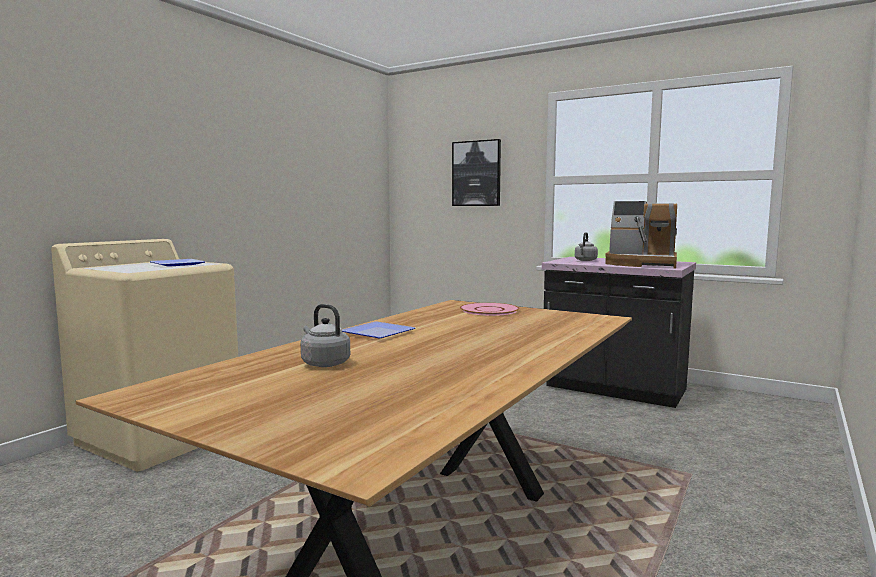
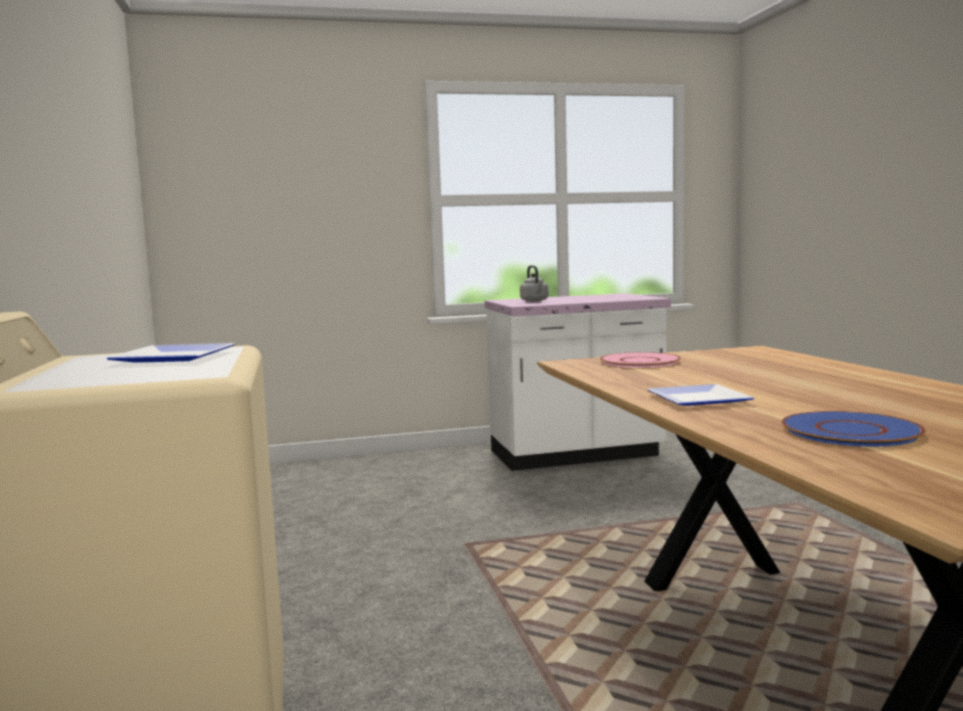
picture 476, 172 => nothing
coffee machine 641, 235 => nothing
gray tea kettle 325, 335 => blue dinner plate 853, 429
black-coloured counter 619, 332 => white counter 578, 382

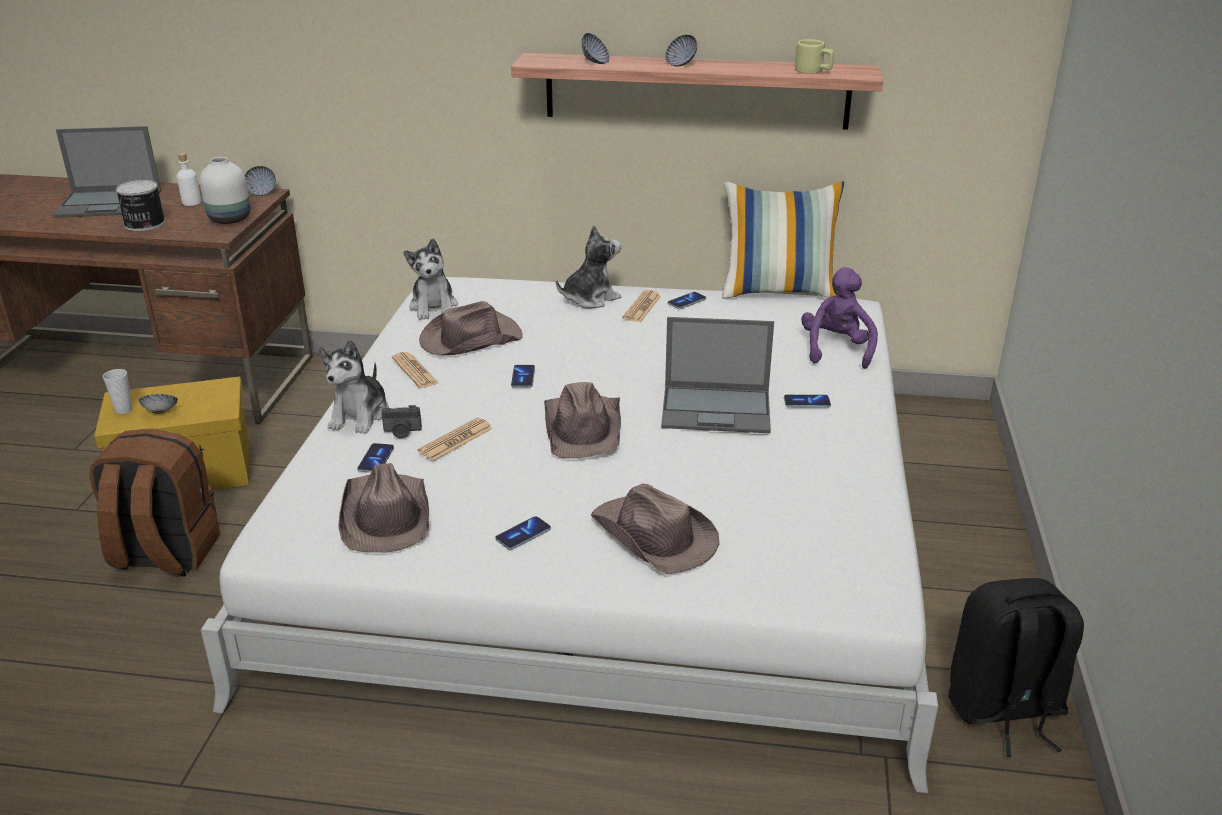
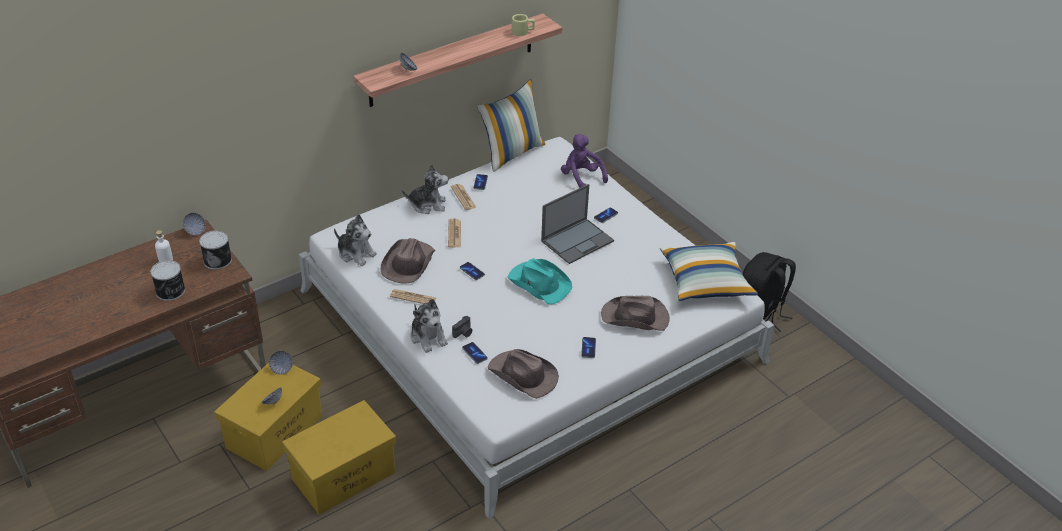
portable computer 107, 172 => nothing
drinking cup 117, 391 => nothing
nothing => pillow 709, 271
newspaper 455, 439 => newspaper 454, 233, moved
bowl 681, 50 => bowl 281, 363, moved
brown-coloured backpack 154, 502 => yellowish storage bin 339, 457
white flower vase 225, 190 => metal can 215, 250
brown-coloured hat 582, 420 => turquoise hat 539, 281
cuddly toy 588, 267 => cuddly toy 425, 189, 75 degrees clockwise

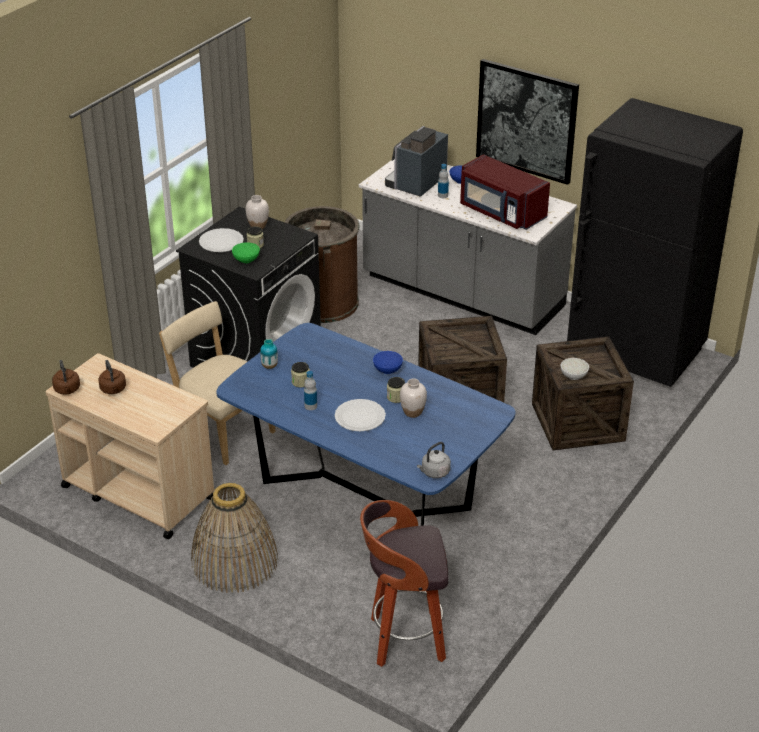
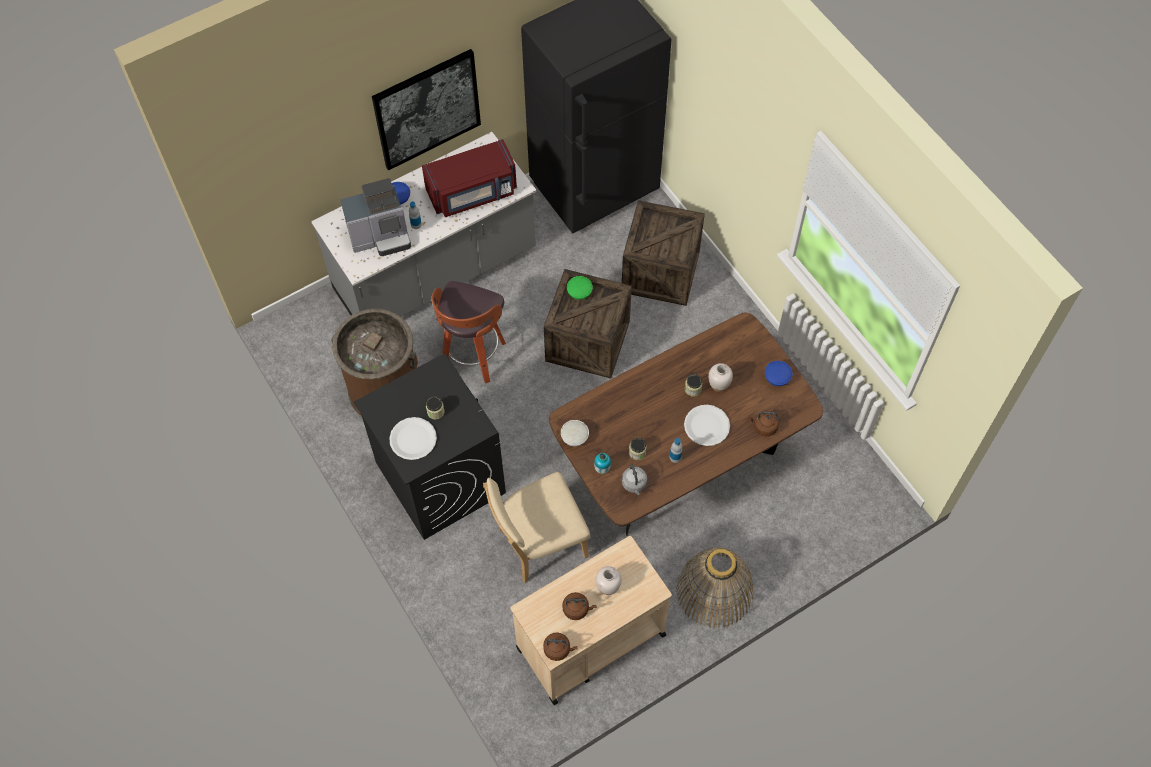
nothing => brown-coloured tea kettle 763, 423
green bowl 246, 252 => green bowl 580, 288, moved
white flower vase 257, 212 => white flower vase 609, 580, moved
sitting stool 404, 583 => sitting stool 468, 332, moved
blue bowl 388, 362 => blue bowl 779, 373, moved
gray tea kettle 434, 460 => gray tea kettle 634, 479, moved
white bowl 575, 369 => white bowl 575, 433, moved
blue dinner table 365, 424 => brown-coloured dinner table 686, 424
coffee machine 416, 161 => coffee machine 375, 217, 75 degrees counterclockwise

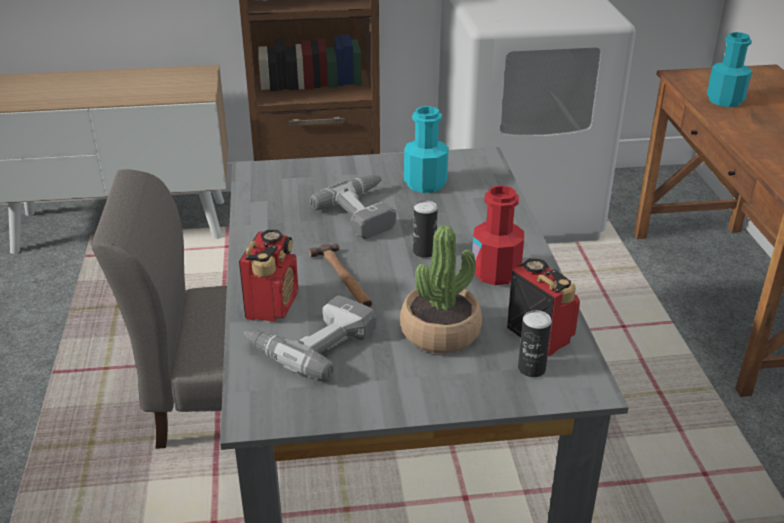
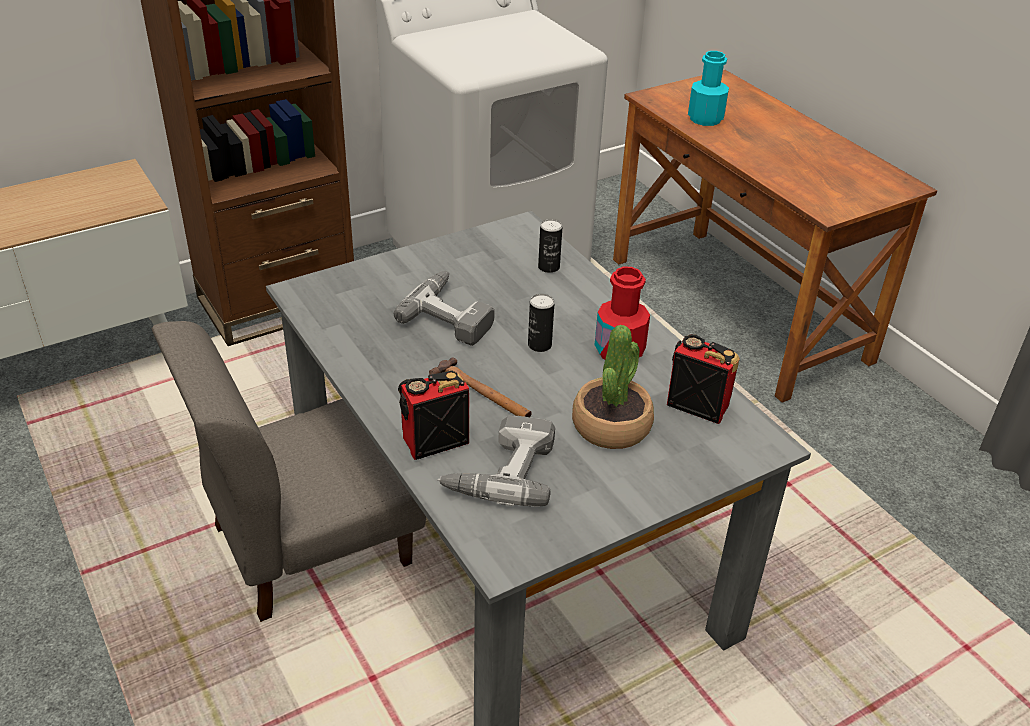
turquoise drink bottle 426, 149 => nothing
metal can 535, 343 => metal can 550, 246, moved
radio set 268, 276 => radio set 433, 415, 105 degrees counterclockwise

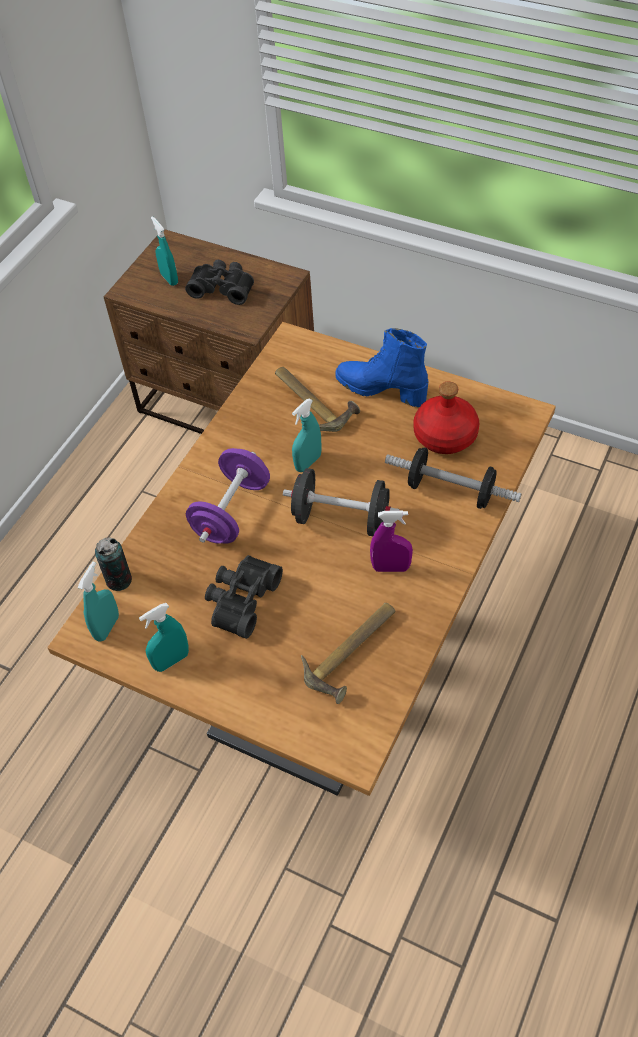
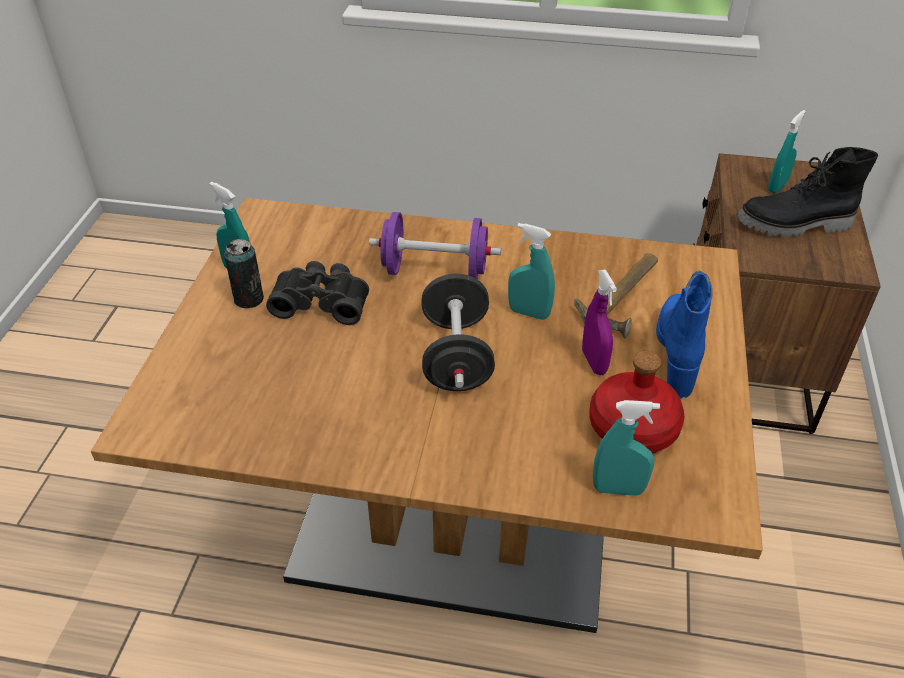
hand hammer 348, 653 => nothing
dumbbell 453, 478 => nothing
turquoise hand sprayer 98, 601 => turquoise hand sprayer 626, 448, moved
metal can 113, 564 => metal can 244, 273, moved
purple hand sprayer 391, 541 => purple hand sprayer 599, 322, moved
black-coloured binoculars 219, 282 => black-coloured high-top boot 807, 192

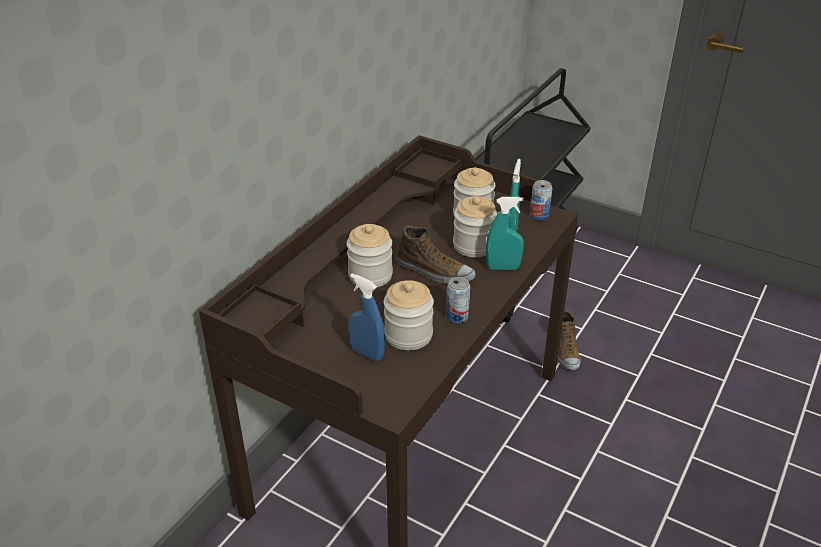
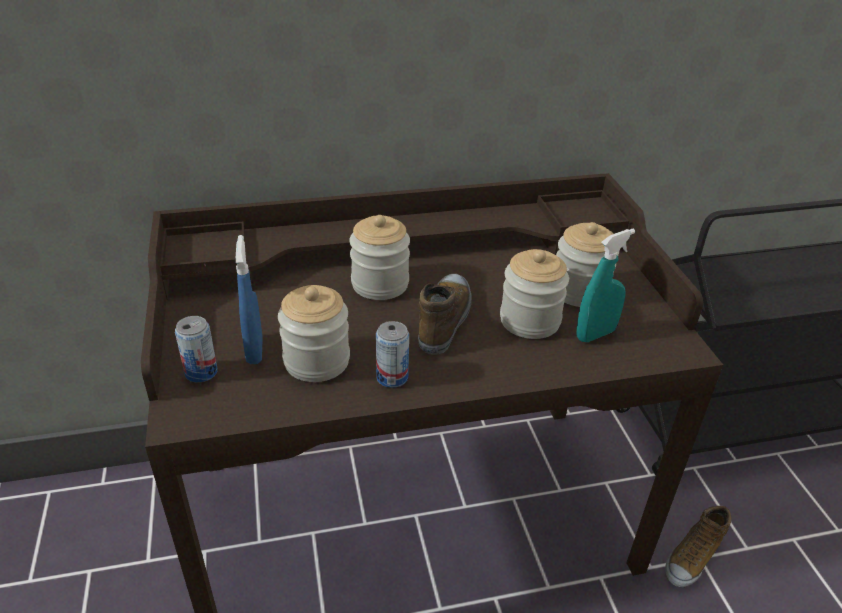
turquoise hand sprayer 505, 233 => nothing
metal can 541, 200 => metal can 196, 349, moved
shoe 436, 255 => shoe 444, 314, 150 degrees counterclockwise

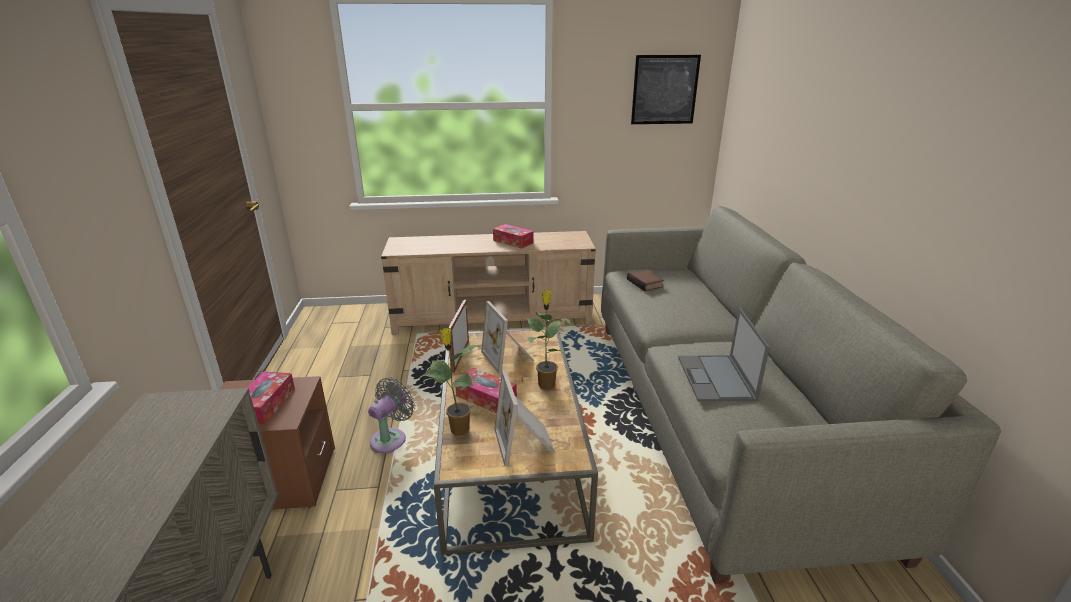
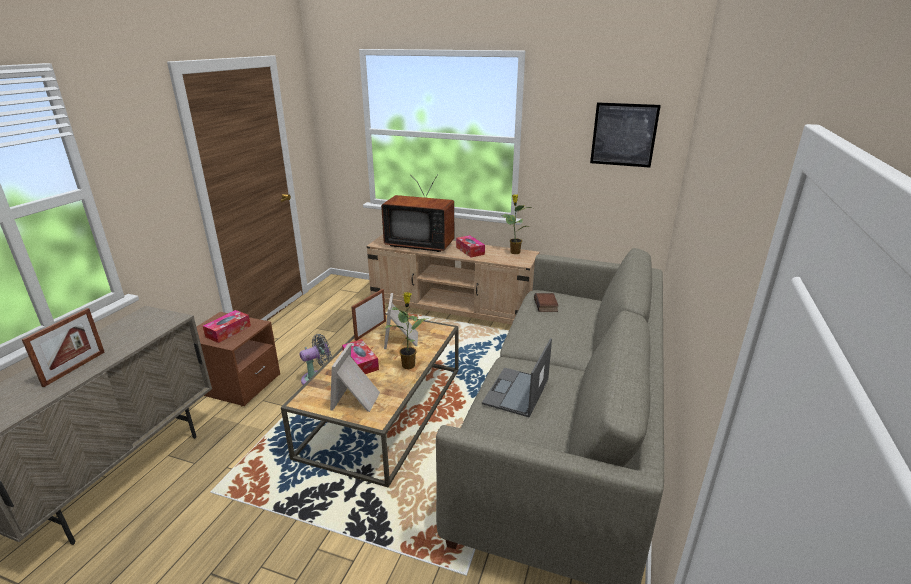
nothing => photo frame 63, 347
nothing => TV 417, 213
potted plant 452, 381 => potted plant 516, 224, moved

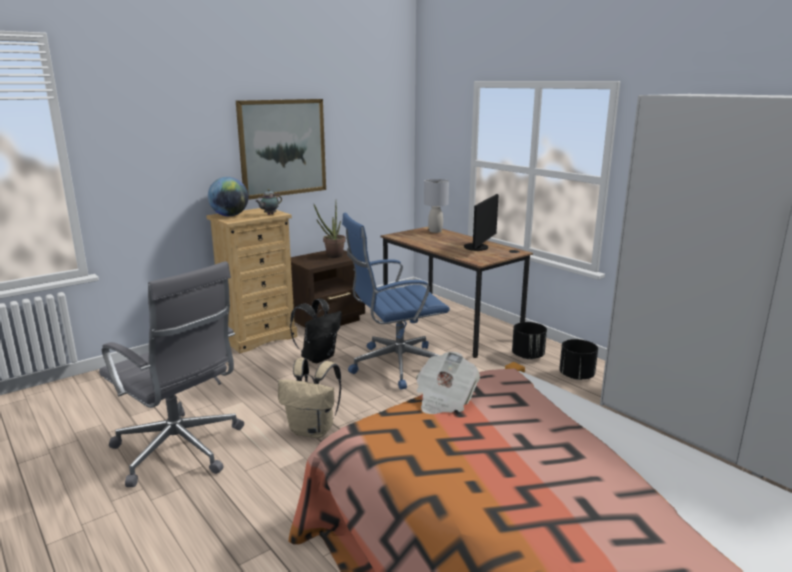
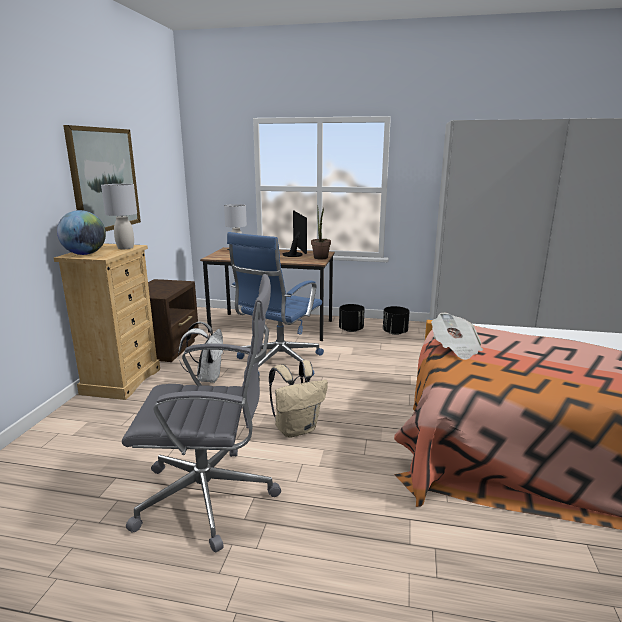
potted plant 330, 230 => potted plant 321, 232, moved
pot for tea 268, 202 => gray tabletop lamp 119, 216
black-coloured backpack 316, 330 => white backpack 200, 352

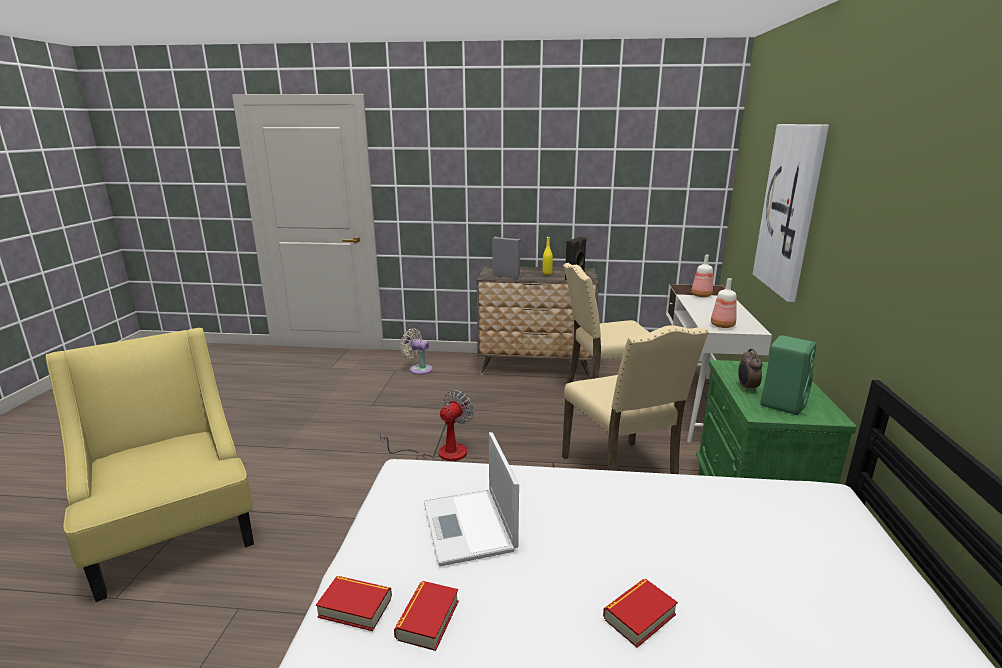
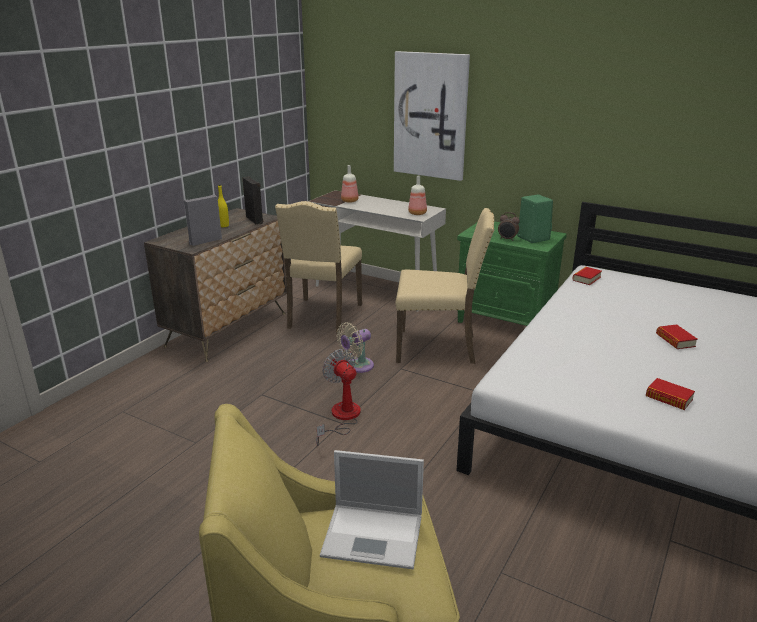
volume 354, 603 => volume 587, 276, moved
beige fan 416, 351 => beige fan 355, 347, moved
portable computer 471, 499 => portable computer 372, 509, moved

